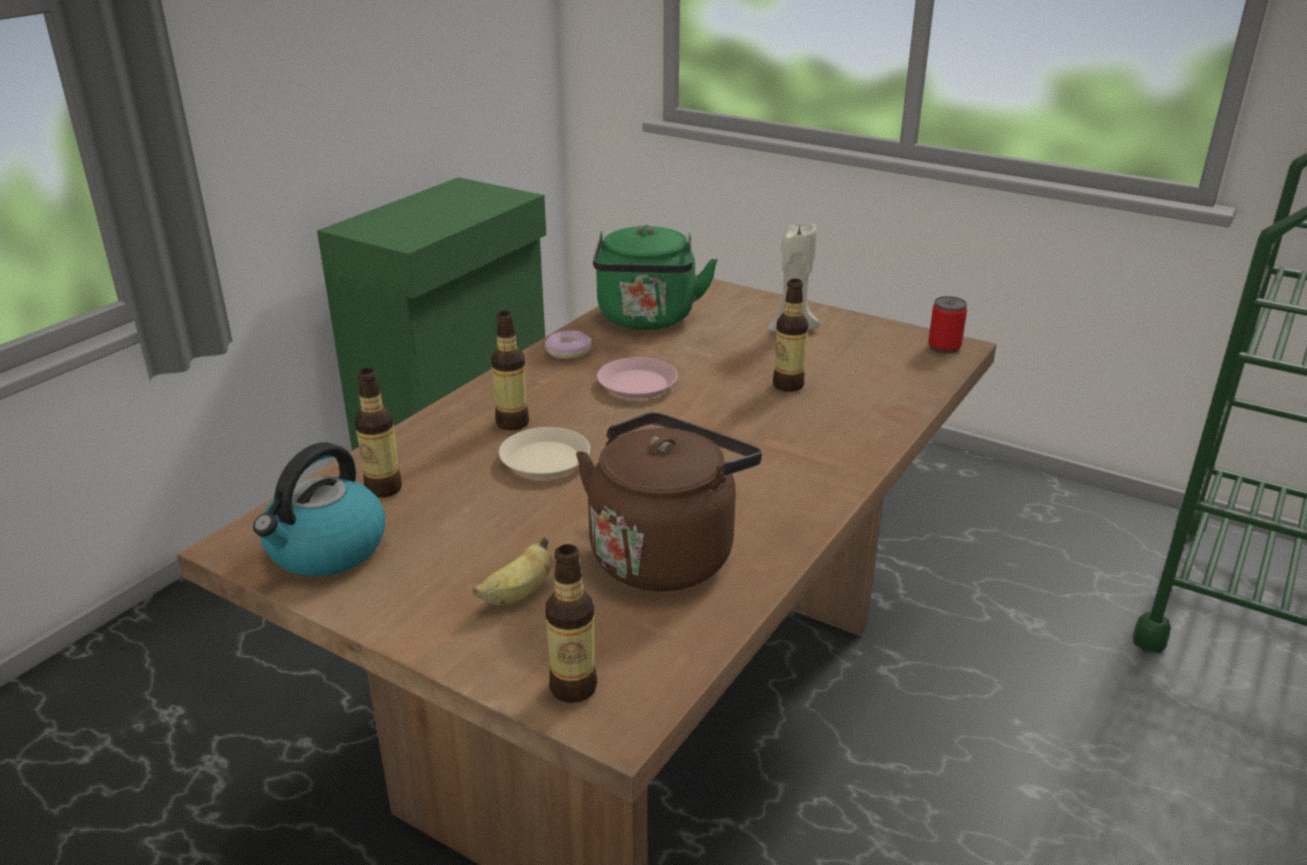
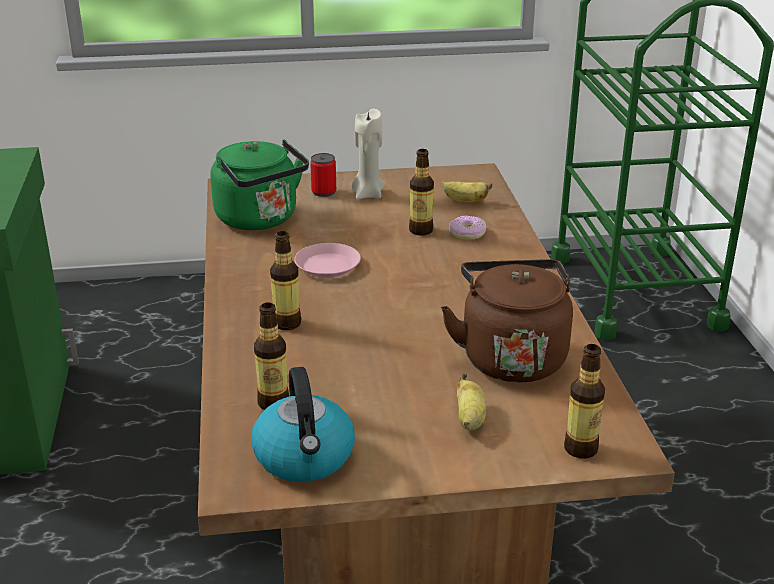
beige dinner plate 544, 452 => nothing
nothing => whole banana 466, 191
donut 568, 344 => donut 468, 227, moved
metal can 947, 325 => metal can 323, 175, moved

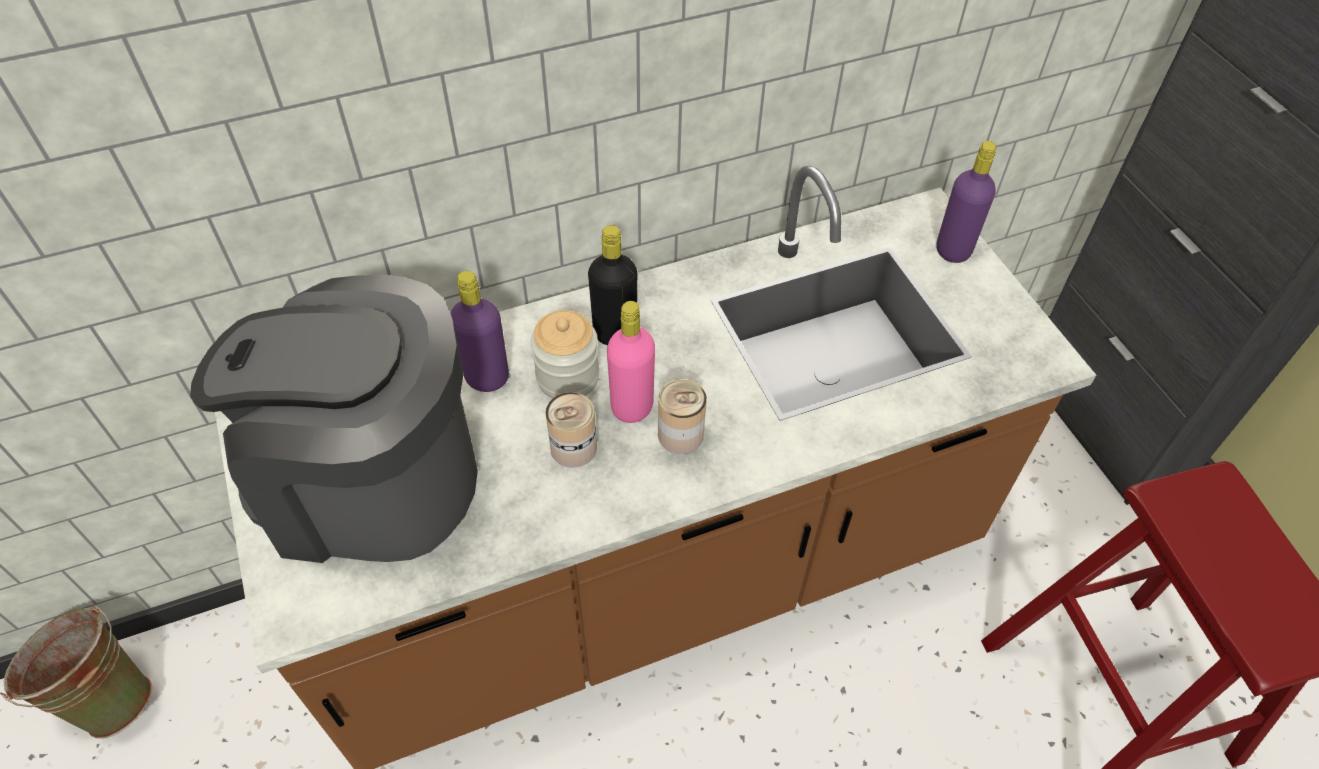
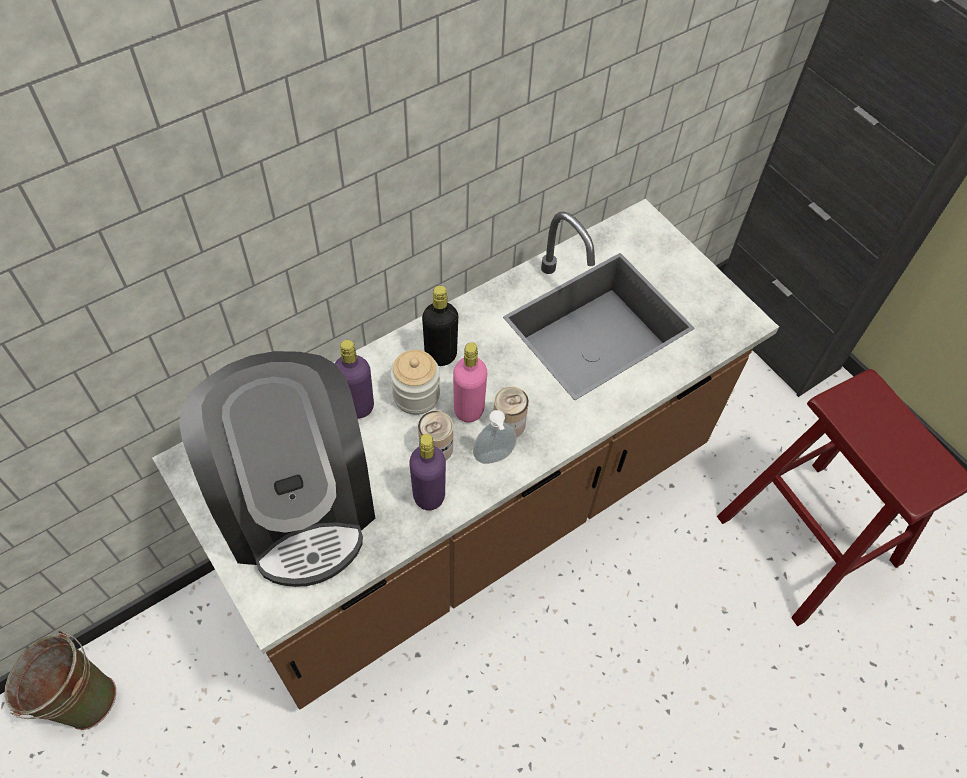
nothing => soap dispenser 494, 437
purple drink bottle 966, 202 => purple drink bottle 427, 472, moved
coffee machine 334, 418 => coffee machine 277, 469, 105 degrees counterclockwise

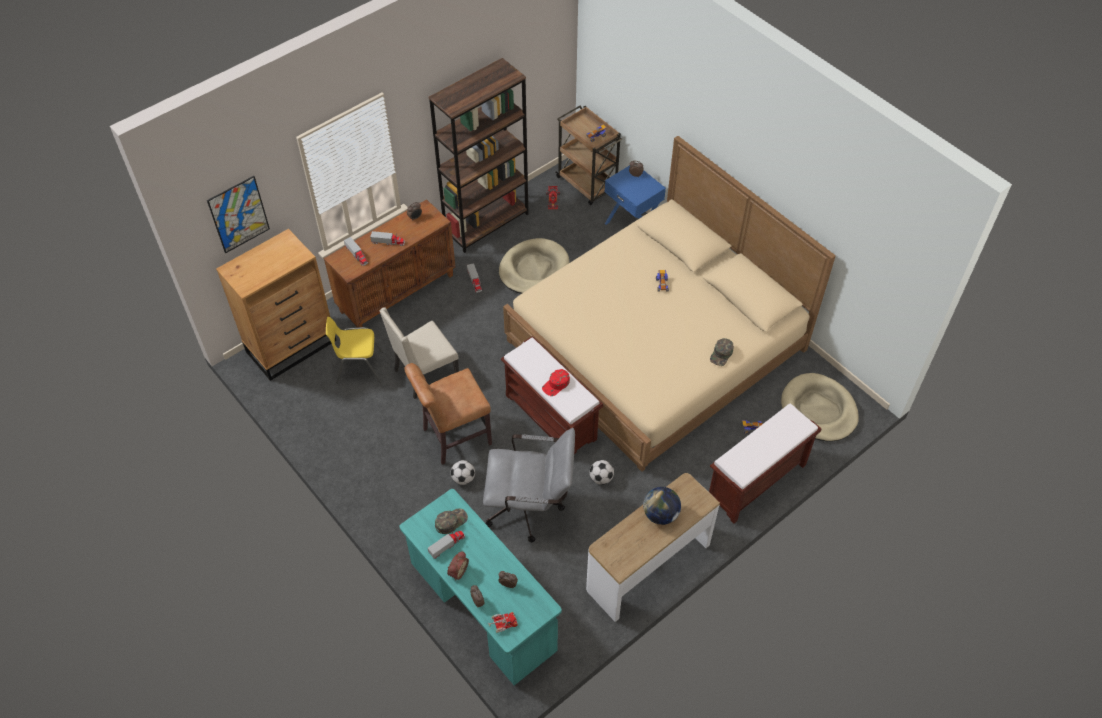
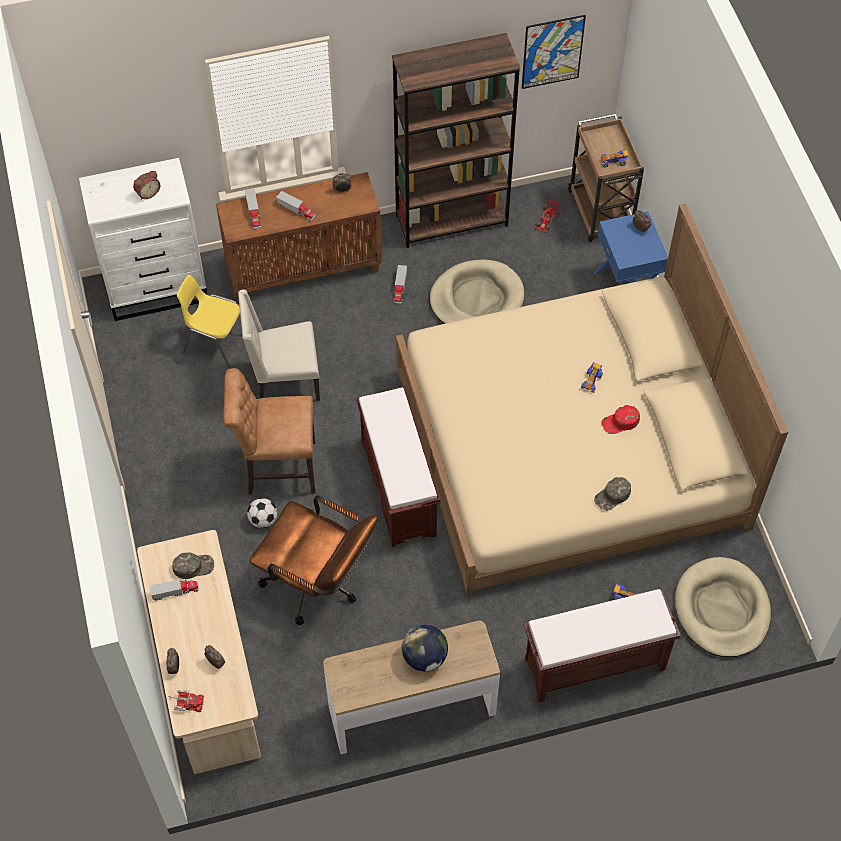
football ball 602, 472 => nothing
picture 238, 215 => picture 554, 52, moved
table clock 458, 566 => table clock 146, 185, moved
red baseball cap 556, 382 => red baseball cap 621, 419, moved
brown-coloured chest of drawers 276, 305 => white chest of drawers 143, 239
turquoise desk table 480, 587 => beige desk table 199, 652
gray office chair 529, 485 => brown-coloured office chair 314, 560

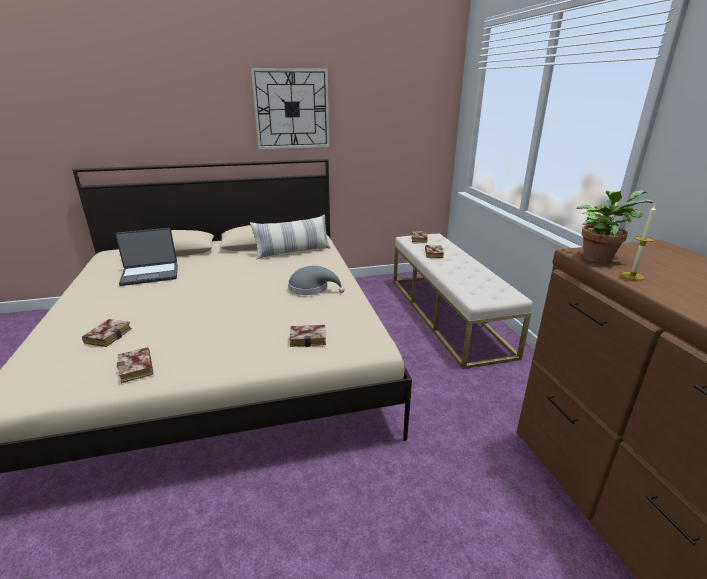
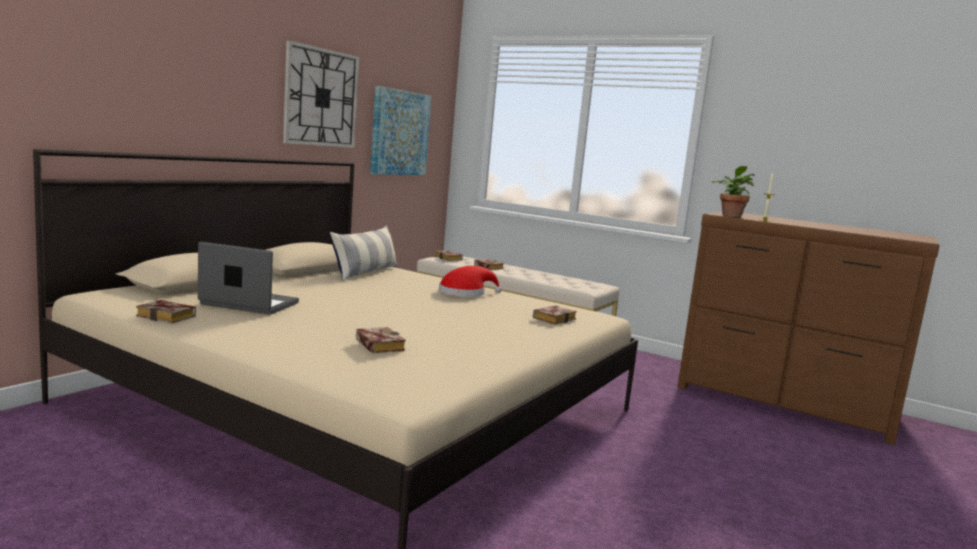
nothing => picture 400, 130
volume 135, 365 => volume 166, 311, moved
gray hat 316, 280 => red hat 470, 281
portable computer 146, 257 => portable computer 248, 278, 105 degrees counterclockwise

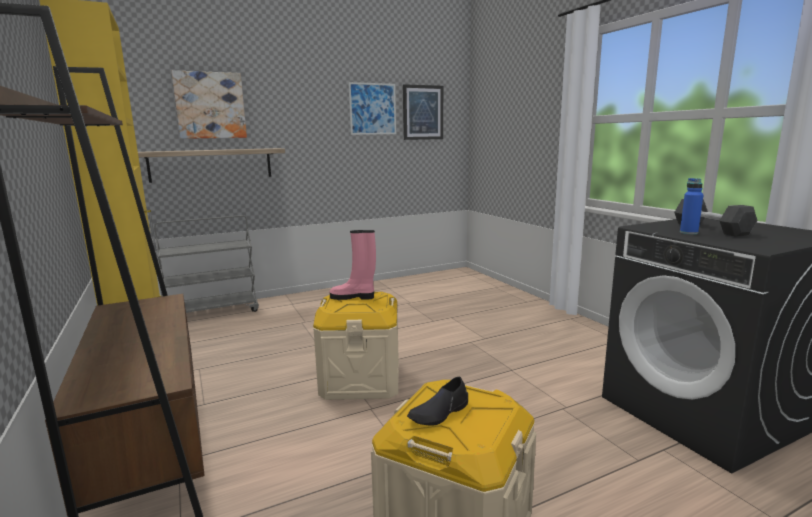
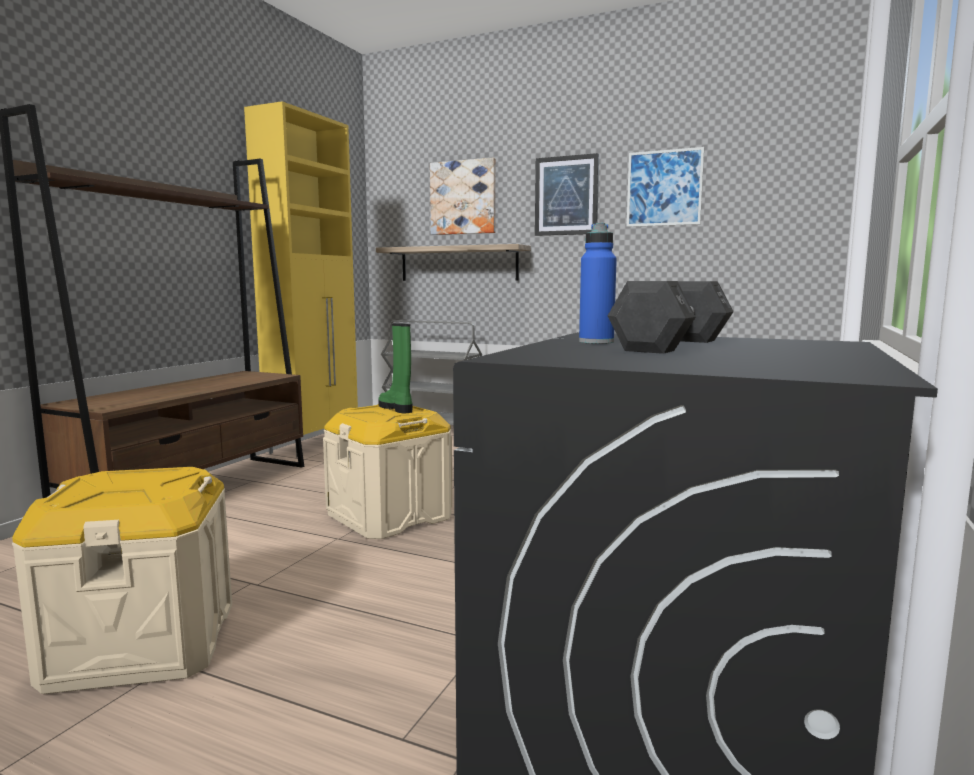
black-coloured shoe 437, 401 => nothing
picture 423, 112 => picture 567, 194, moved
pinkish high-top boot 353, 265 => green high-top boot 395, 368

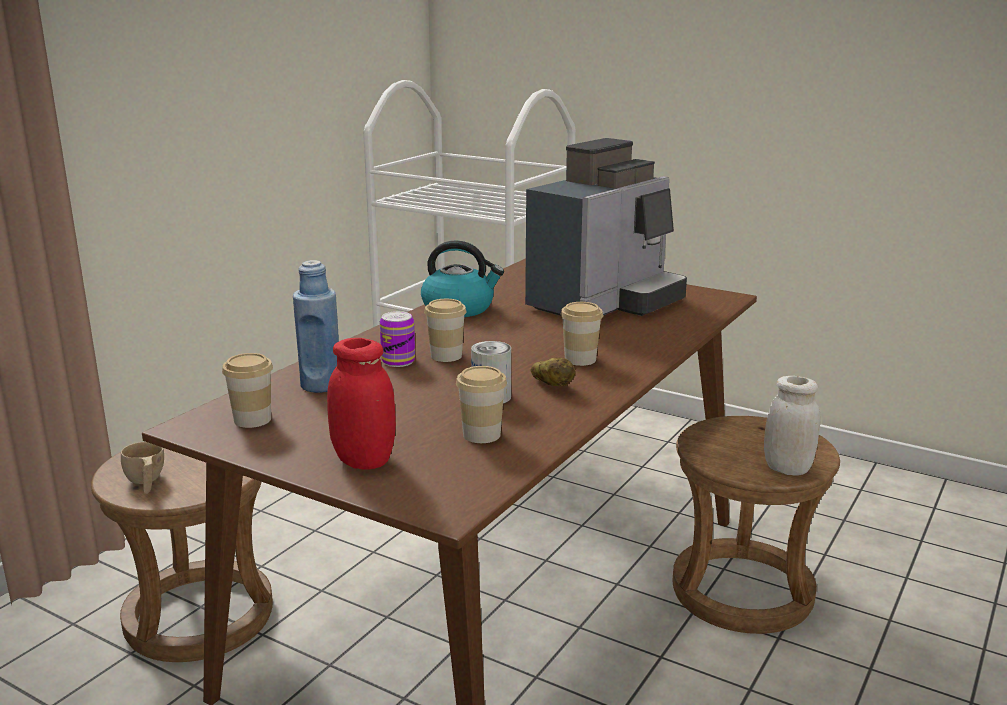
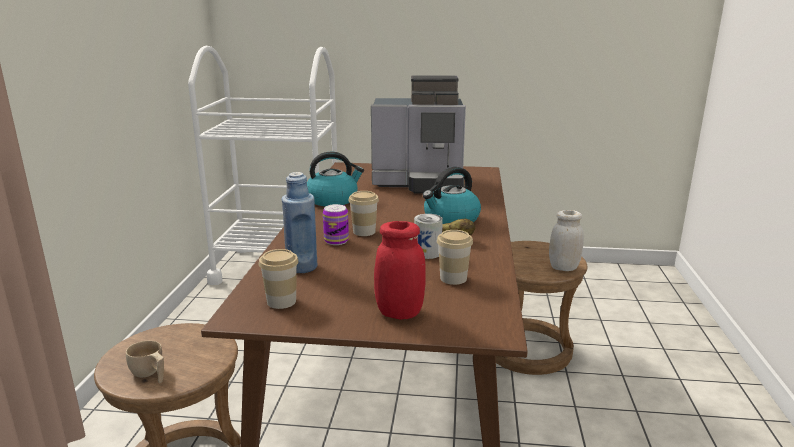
drinking cup 581, 334 => tea kettle 452, 195
coffee machine 606, 227 => coffee machine 418, 134, 75 degrees clockwise

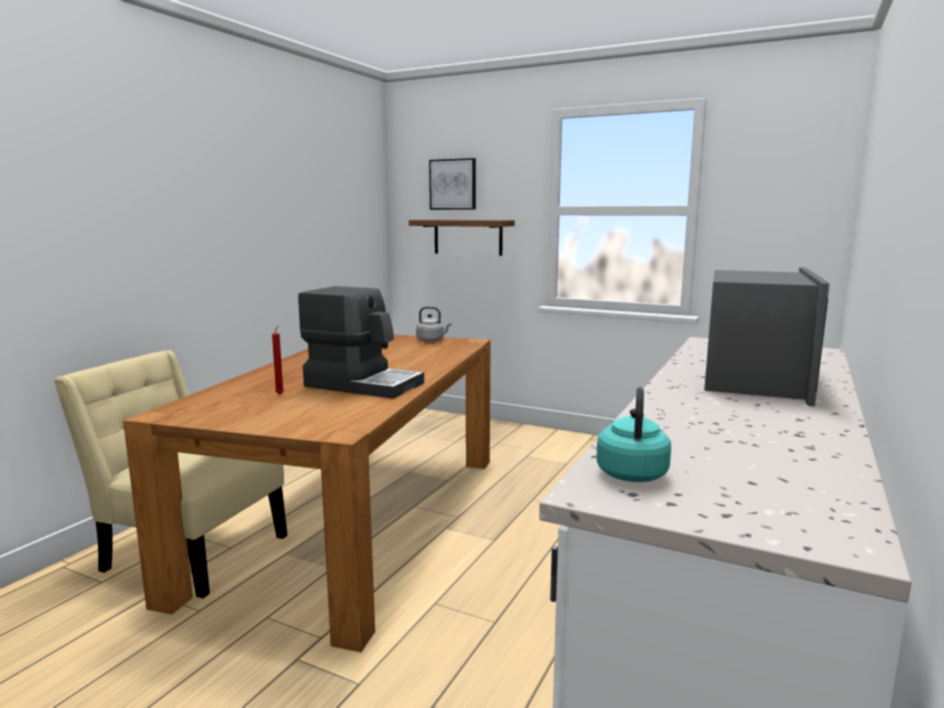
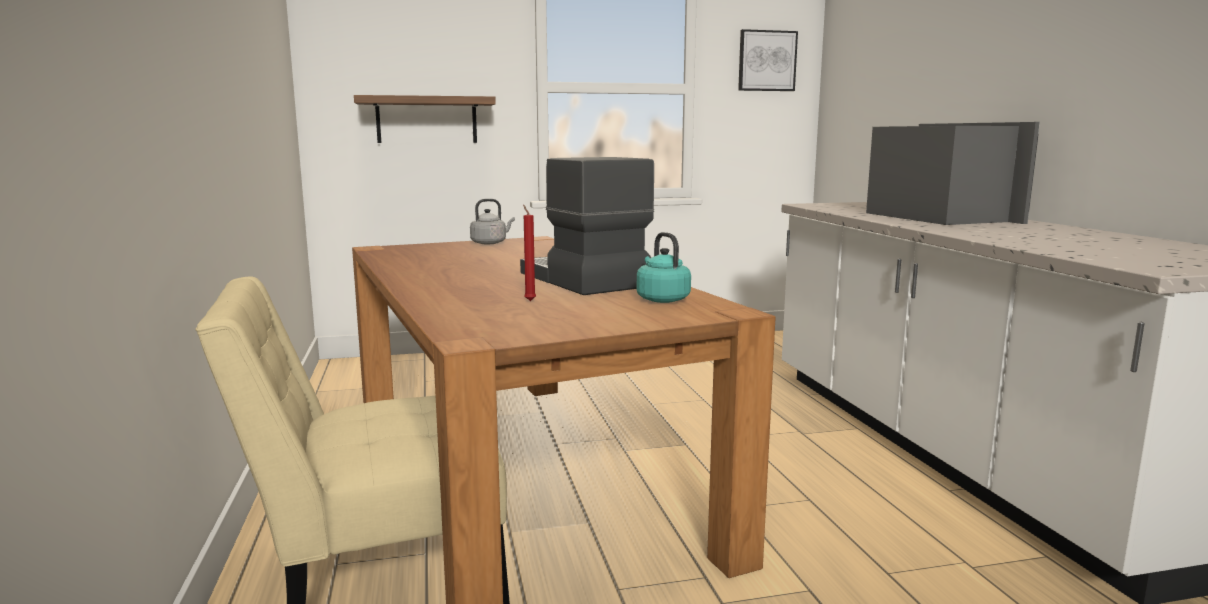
picture 452, 184 => picture 768, 60, moved
turquoise tea kettle 633, 434 => turquoise tea kettle 664, 267, moved
coffee machine 361, 342 => coffee machine 587, 226, 105 degrees counterclockwise

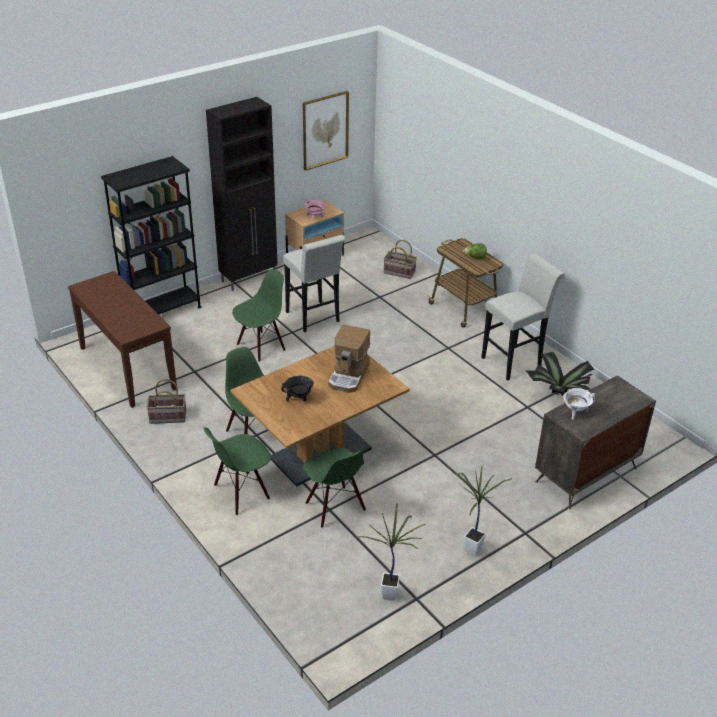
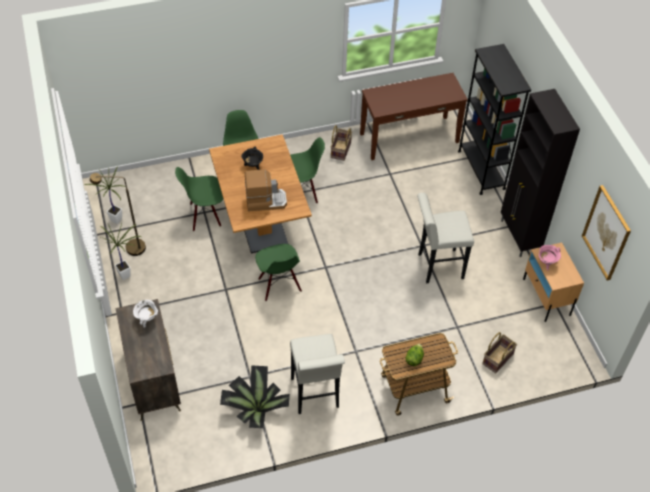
nothing => brown-coloured standing lamp 118, 214
green chair 258, 315 => green chair 278, 272, moved
coffee machine 349, 358 => coffee machine 266, 190, 135 degrees clockwise

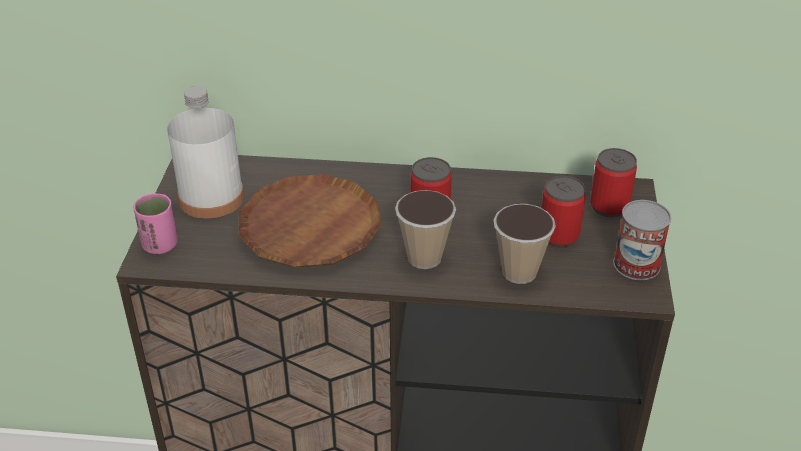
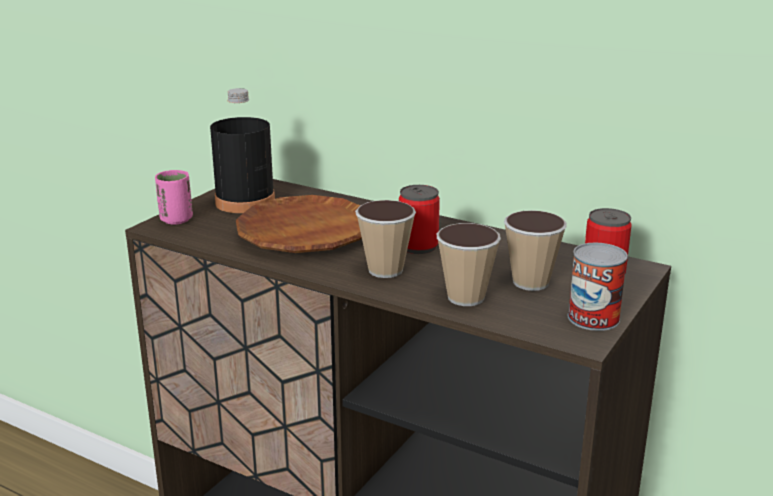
metal can 564, 211 => drinking cup 535, 250
white drink bottle 205, 152 => black-coloured drink bottle 242, 151

